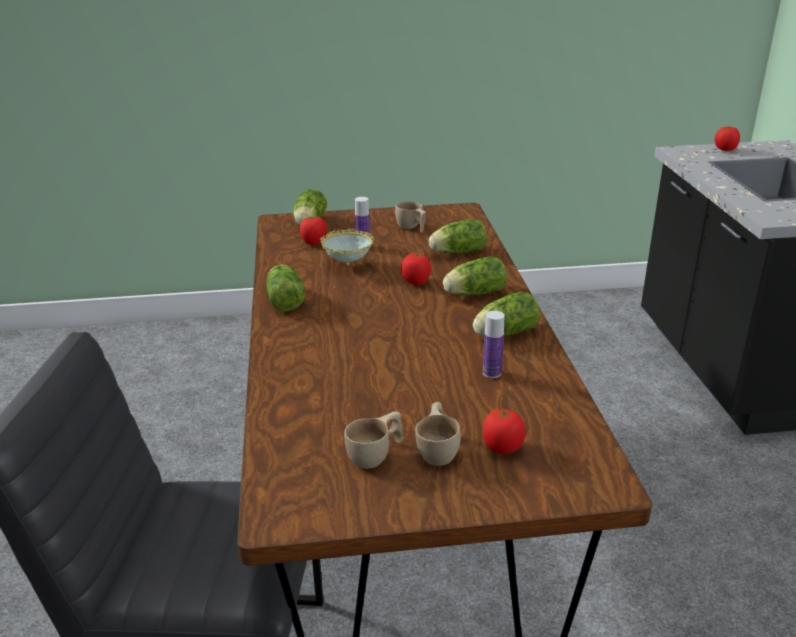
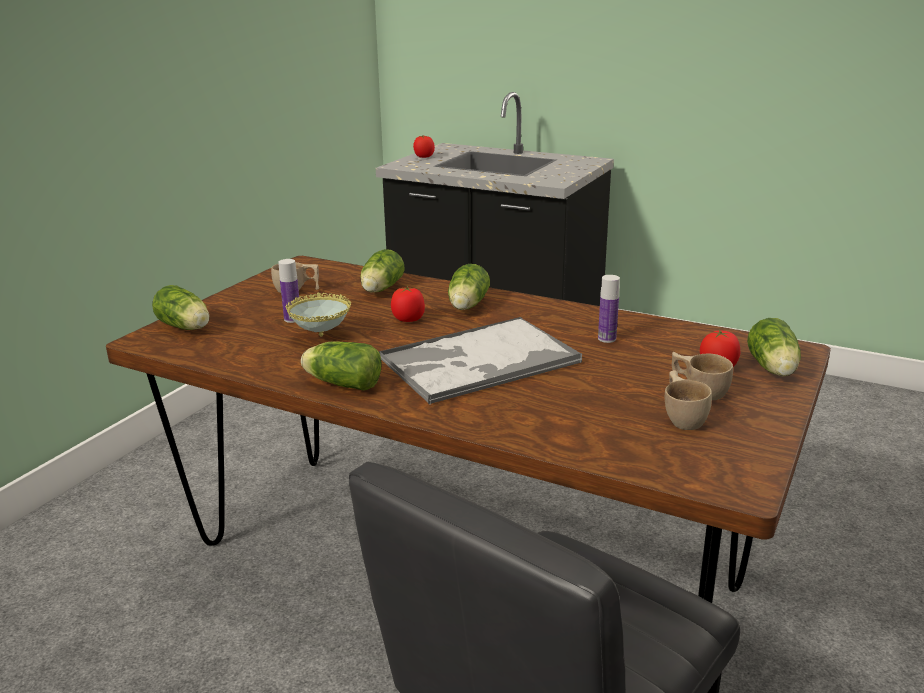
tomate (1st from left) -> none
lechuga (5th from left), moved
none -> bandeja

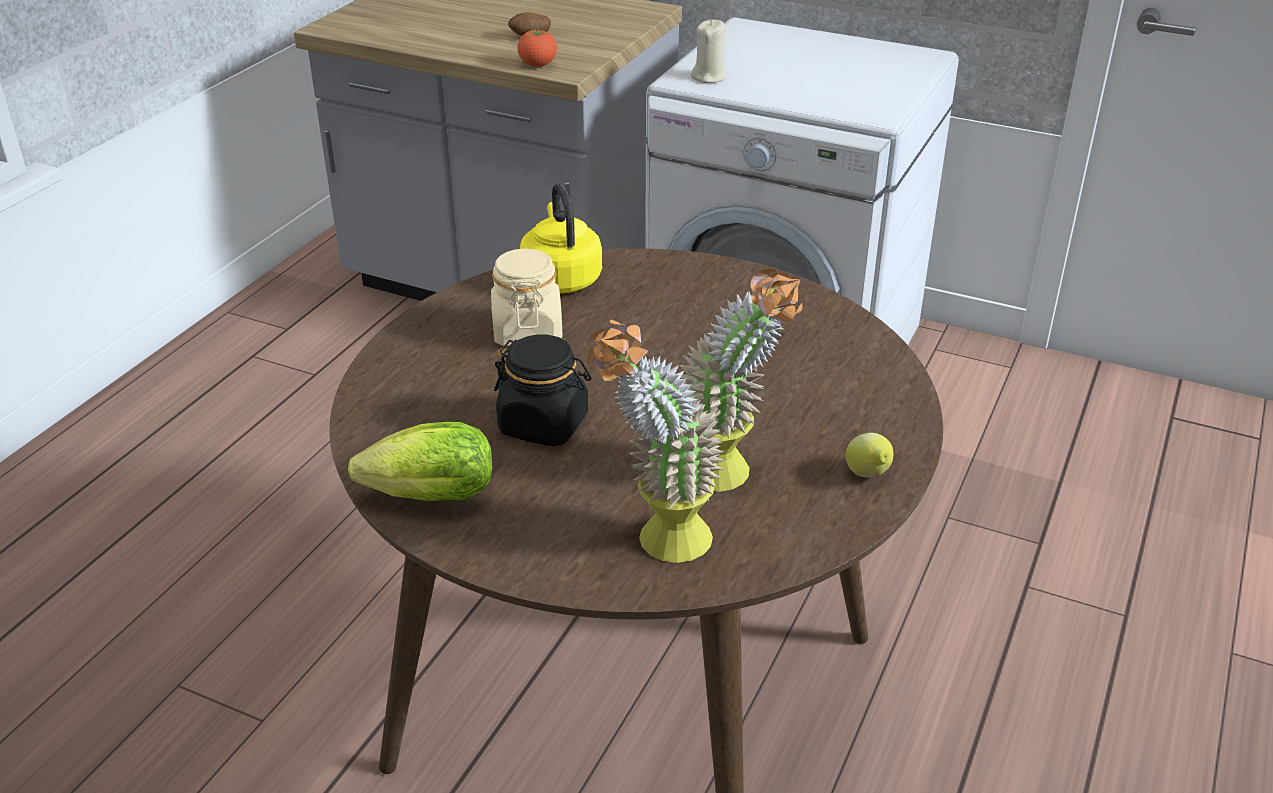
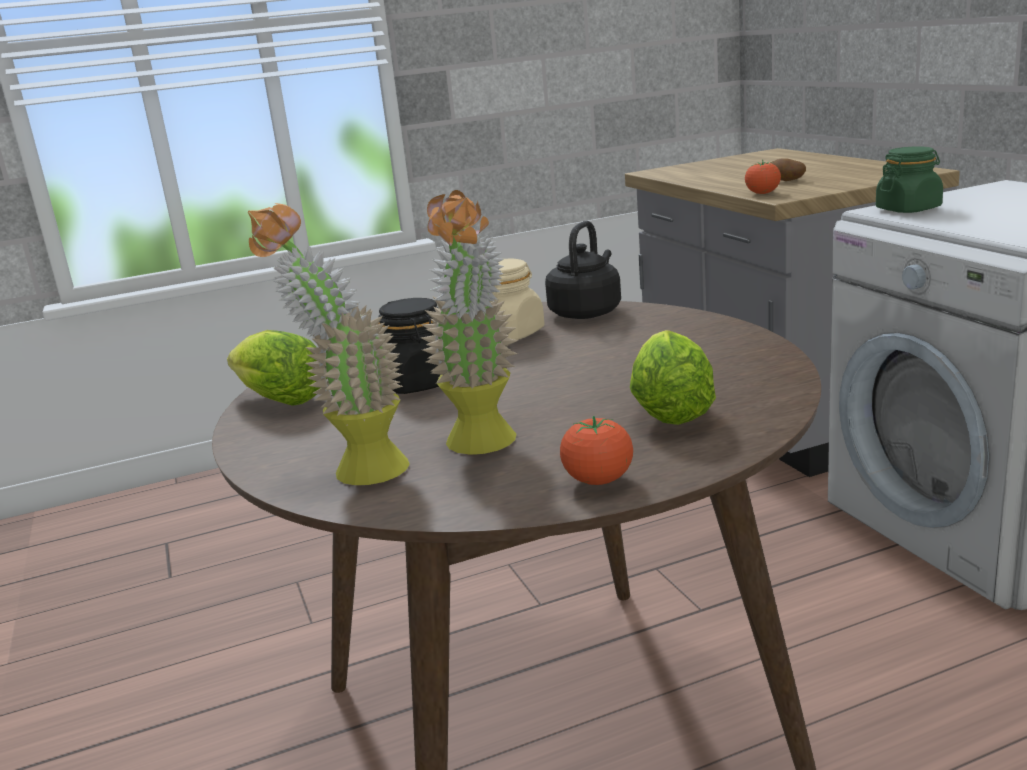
vela/beis -> tarro/verde
hervidor/amarillo -> hervidor/negro
limón -> tomate (1st from left)
none -> lechuga (2nd from left)

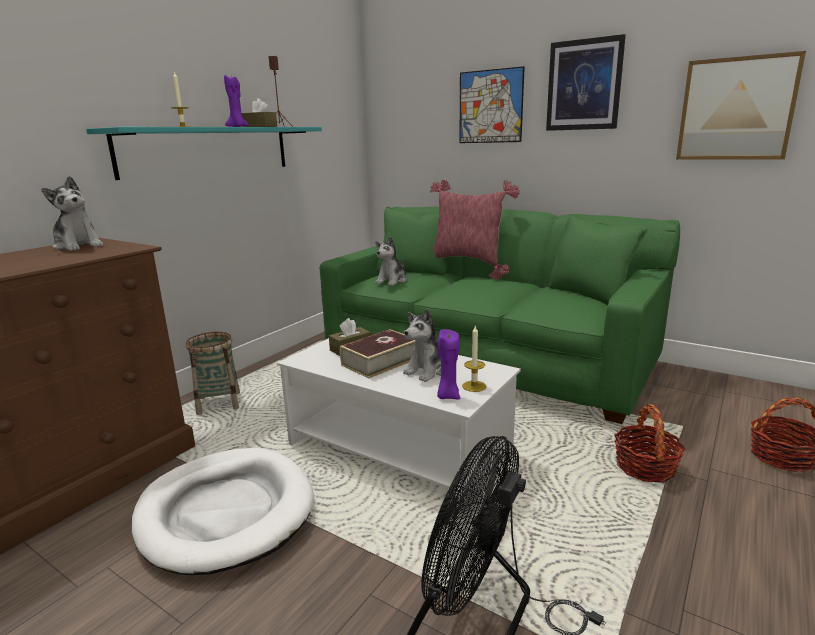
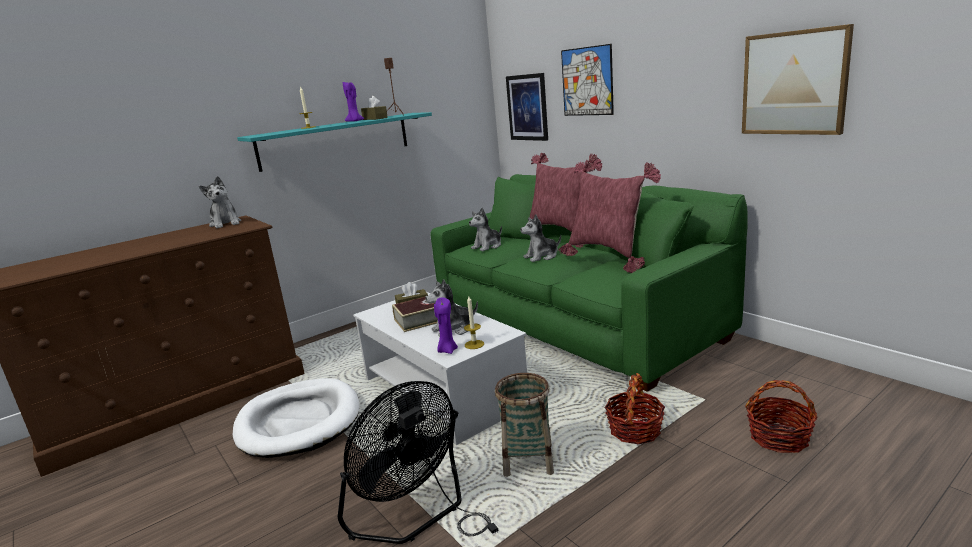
cuadro (2nd from left in the first image) -> cuadro (1st from left), moved
cesta (1st from left), moved
none -> cojín/rojo (2nd from left)
none -> peluche (4th from left)

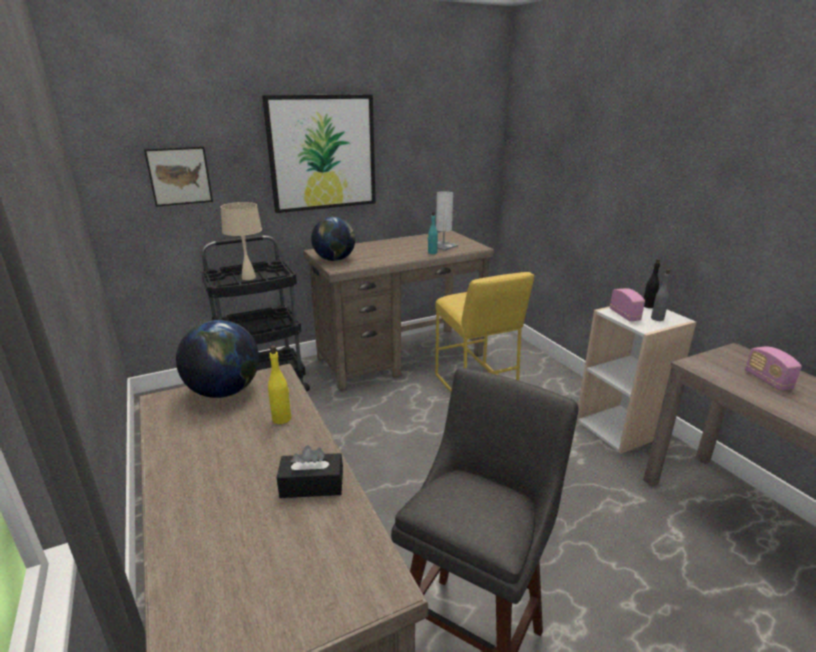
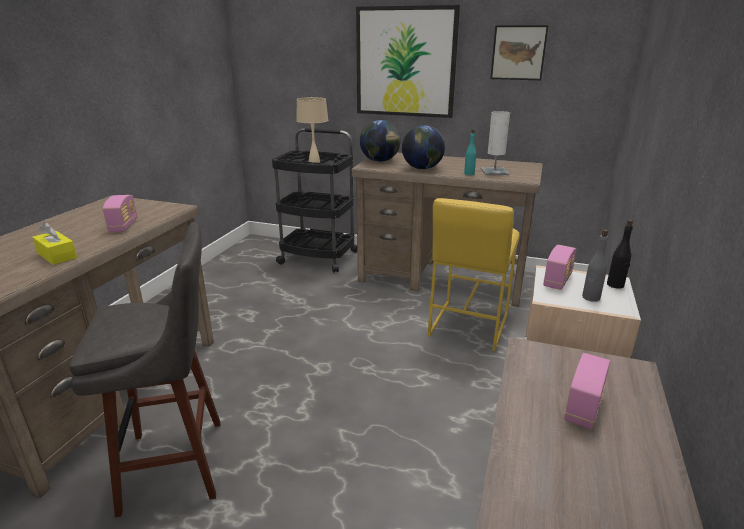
cuadro (1st from left in the first image) -> cuadro (2nd from left), moved
globo terráqueo (1st from left in the first image) -> globo terráqueo (2nd from left), moved
botella/amarillo -> radio (1st from left)
caja de pañuelos/negro -> caja de pañuelos/amarillo

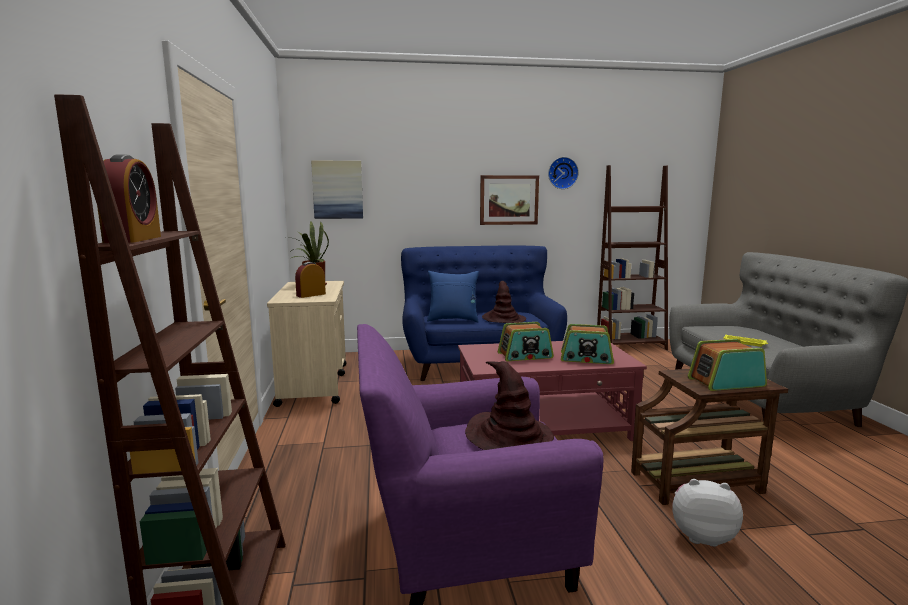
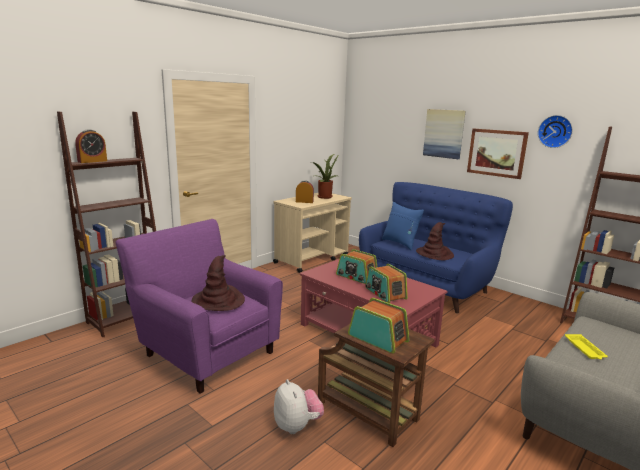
cuadro (1st from left), moved

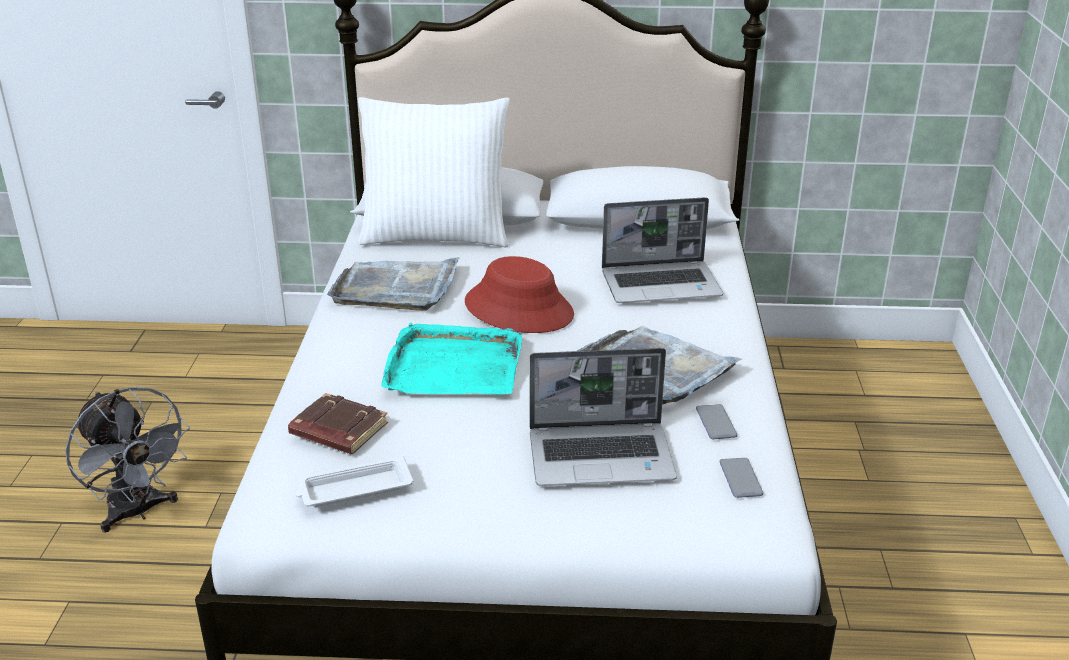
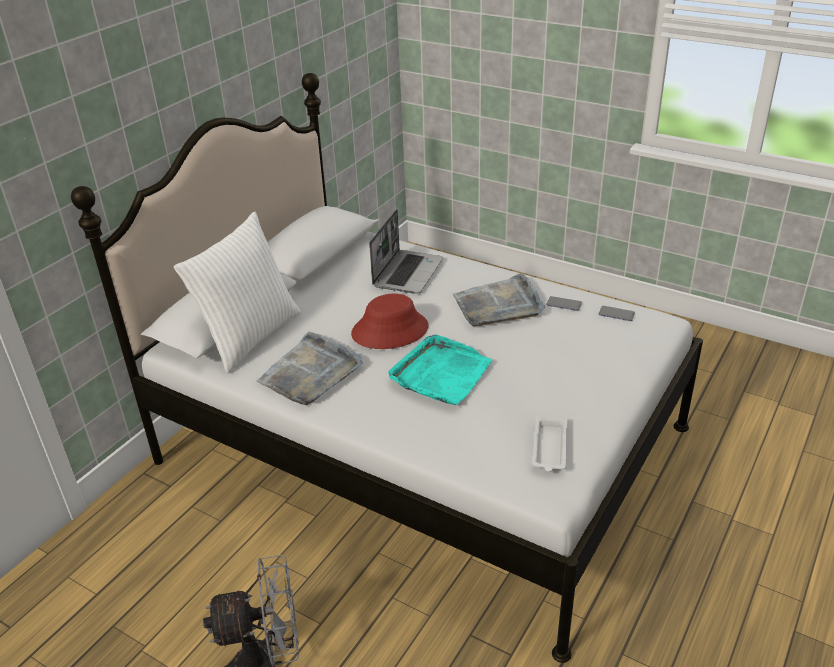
portátil (1st from left) -> none
libro/marrón -> none

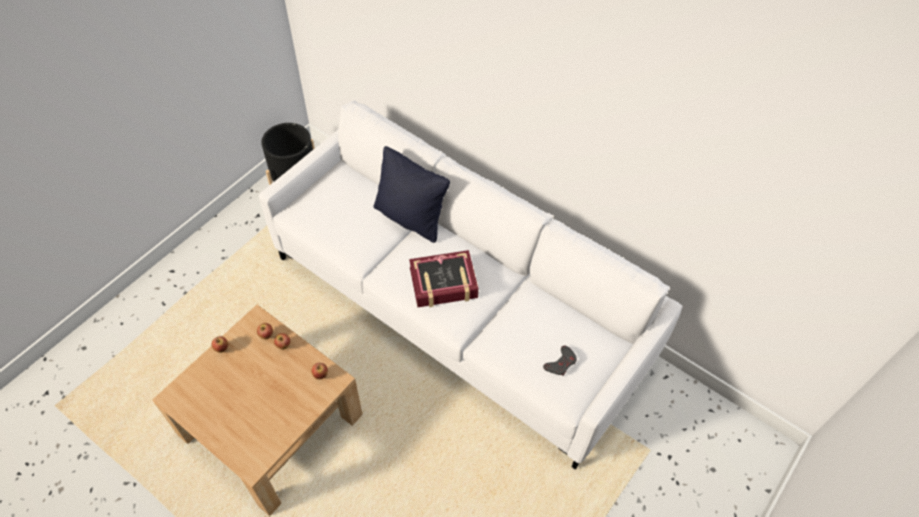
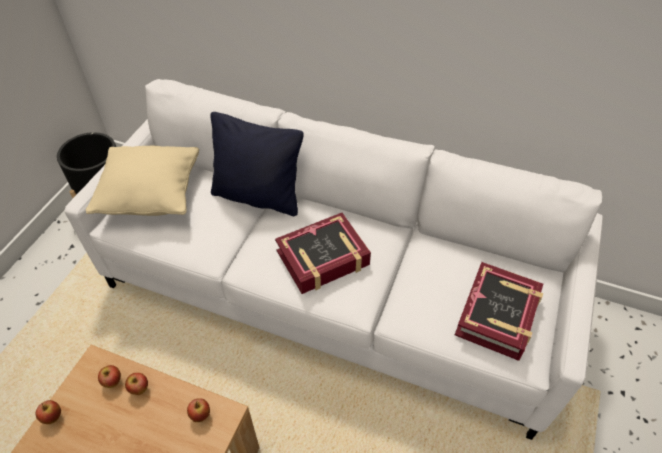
mando de consola/gris -> libro (2nd from left)
none -> cojín/beis

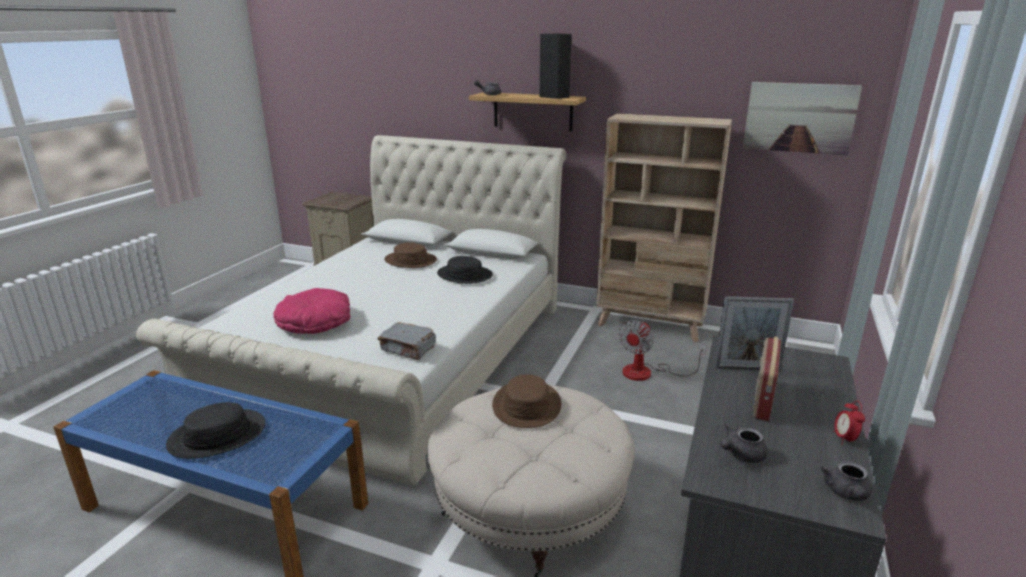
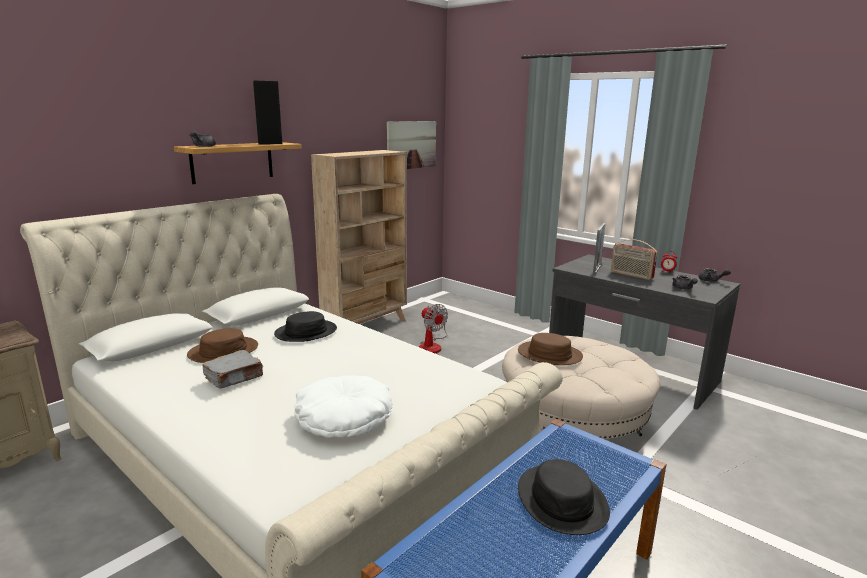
cojín/rosa -> cojín/blanco
libro/gris, moved

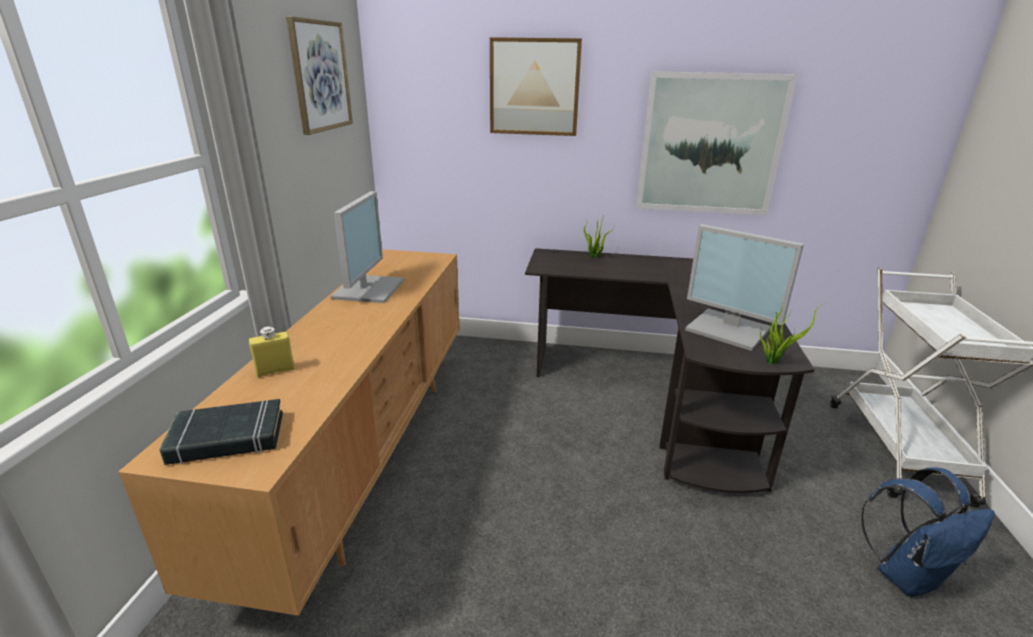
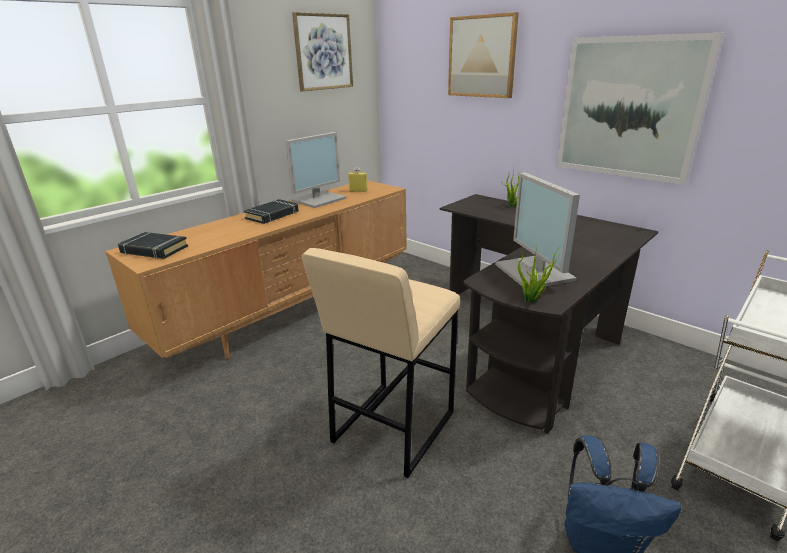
botella/amarillo, moved
none -> libro/negro (2nd from left)
none -> taburete/beis

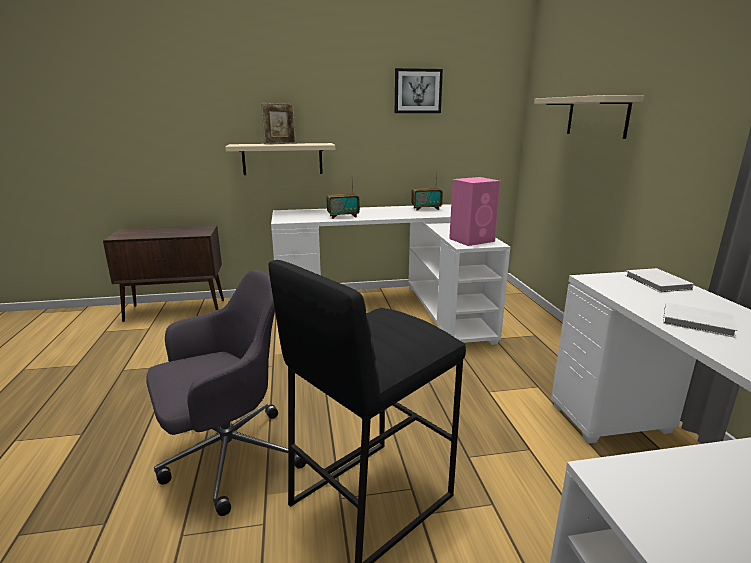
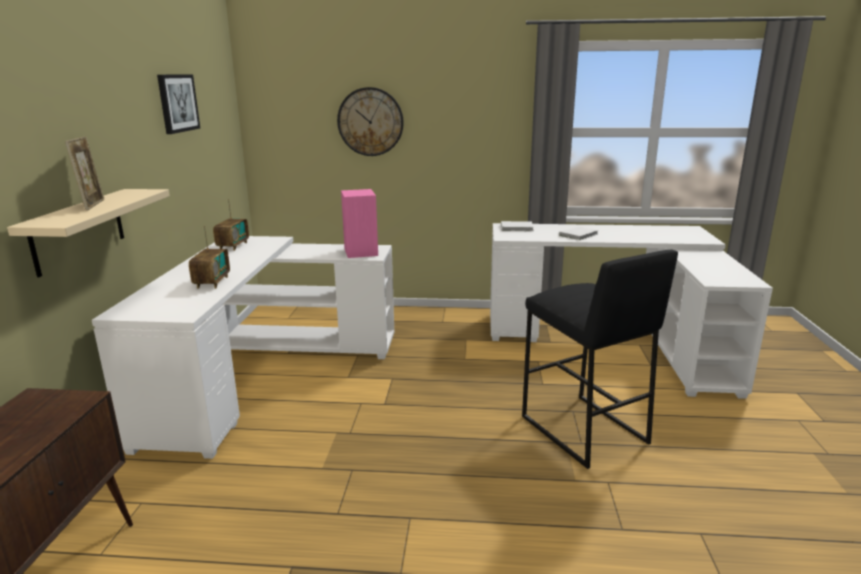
estante/beis (2nd from left) -> reloj de pared
silla de oficina/gris -> none

